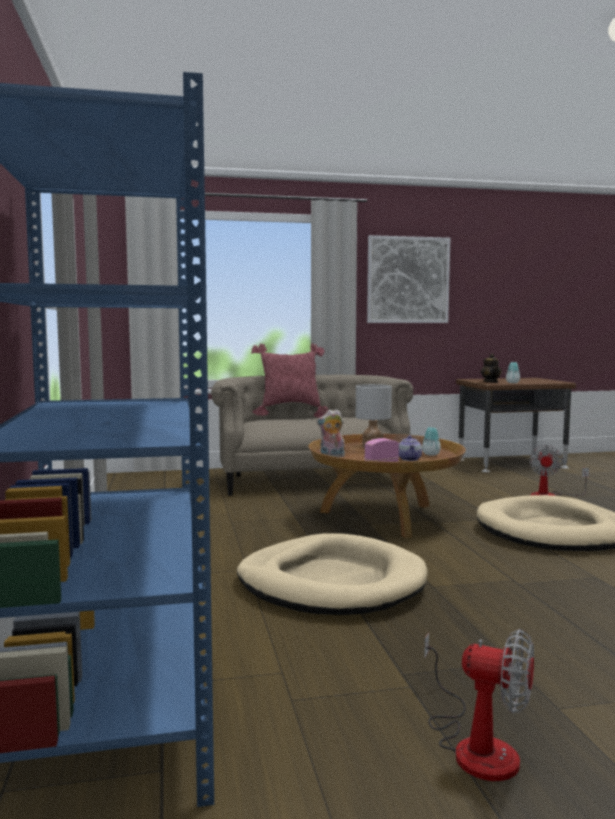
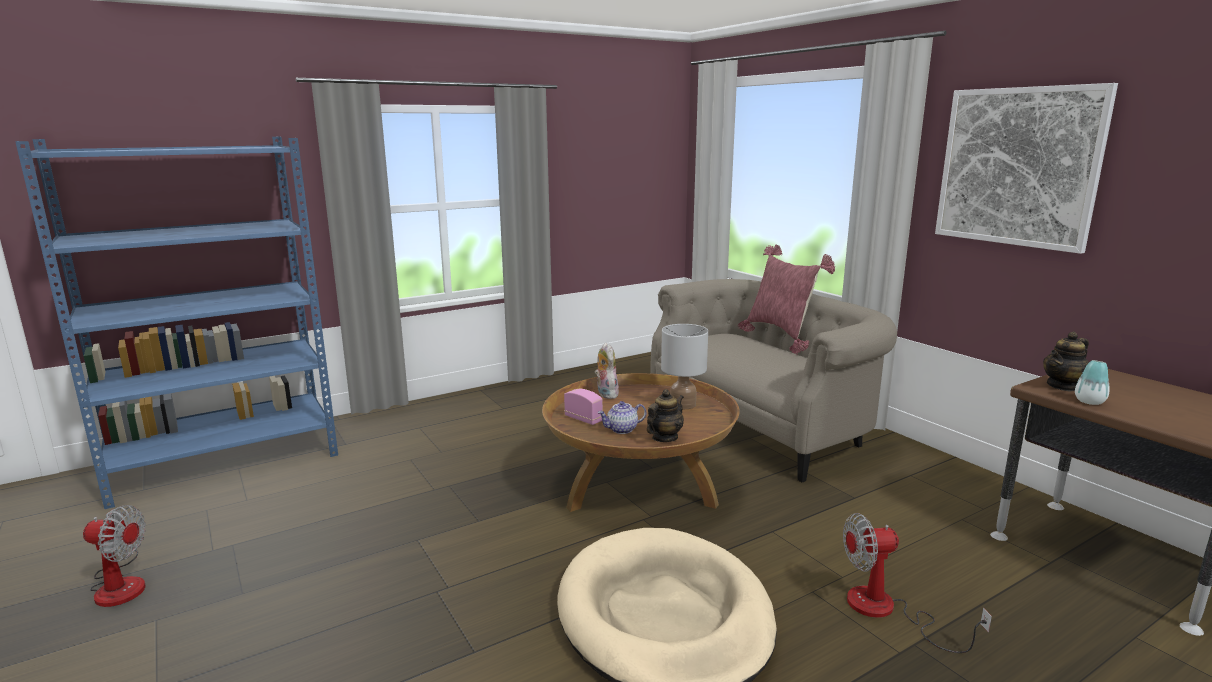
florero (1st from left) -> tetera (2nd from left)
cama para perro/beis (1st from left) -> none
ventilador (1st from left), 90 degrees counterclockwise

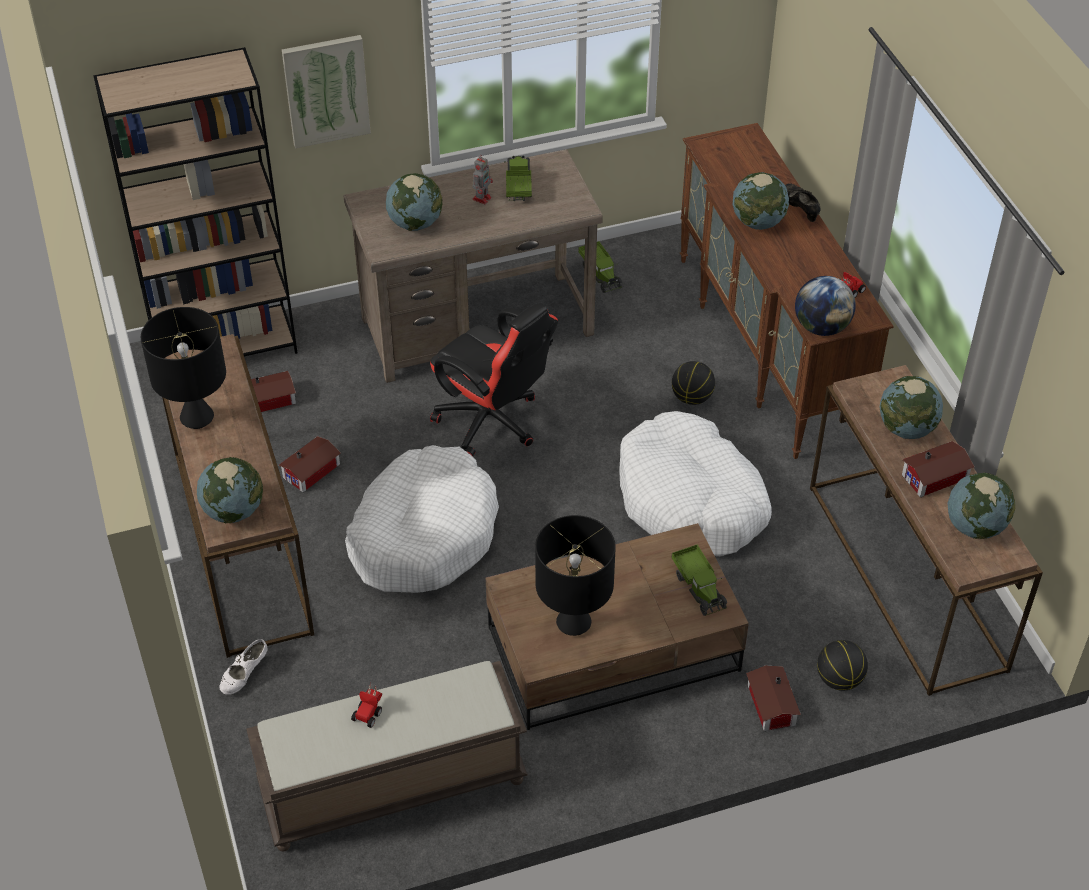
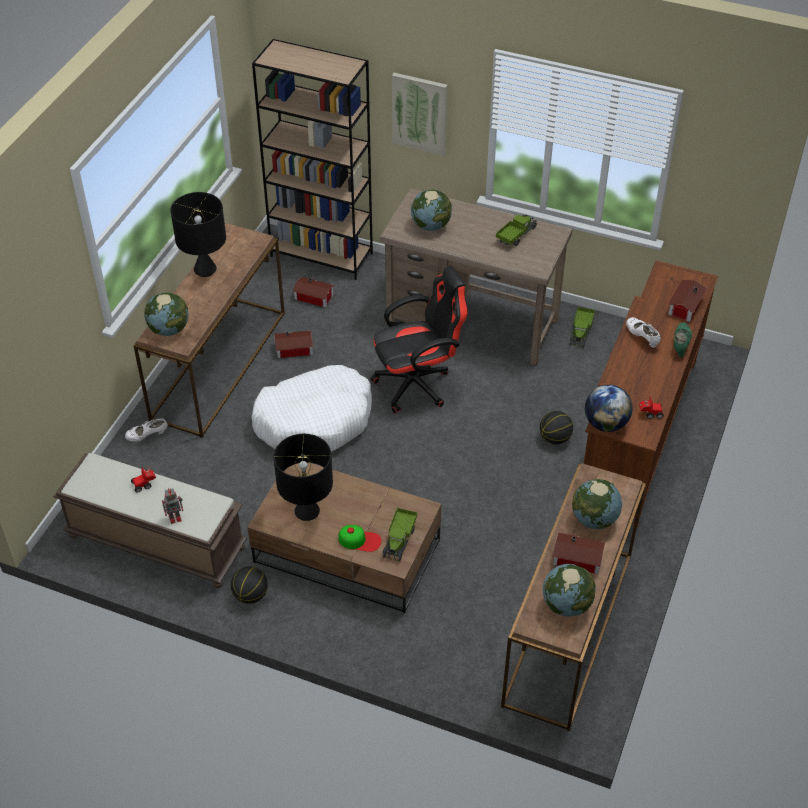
robot de juguete, moved
globo terráqueo (3rd from left) -> zapato/blanco (2nd from left)
zapato/negro -> zapato/verde
silla de oficina/negro, 105 degrees counterclockwise
cama para perro/blanco (2nd from left) -> none
balón de baloncesto (2nd from left in the first image) -> balón de baloncesto (1st from left), moved
casita (3rd from left in the first image) -> casita (4th from left), moved
none -> gorra

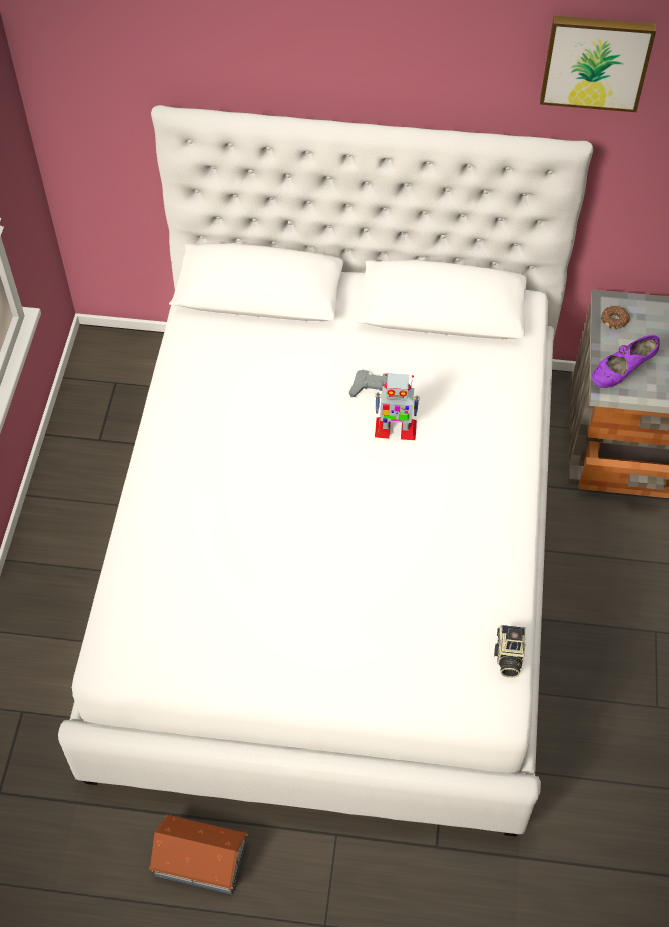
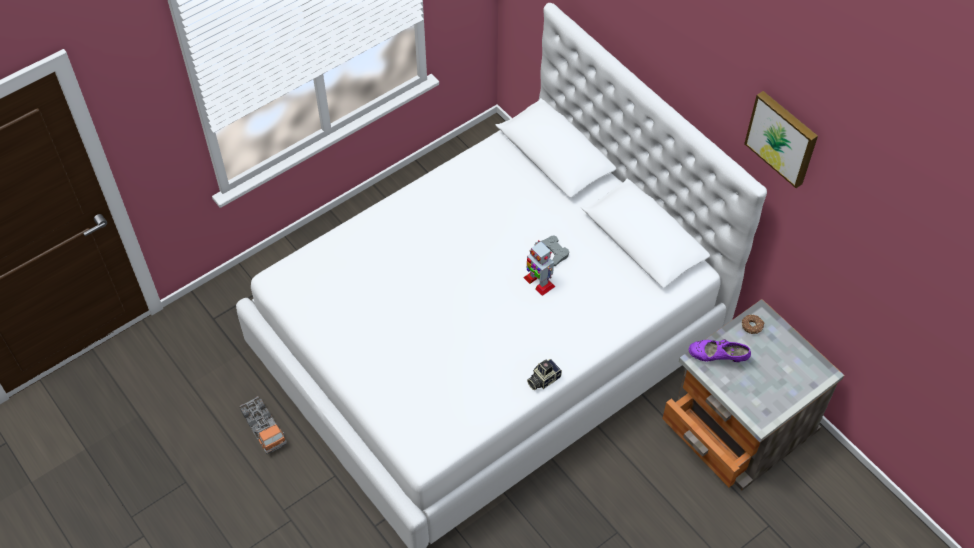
cámara, moved
casita -> camión de juguete

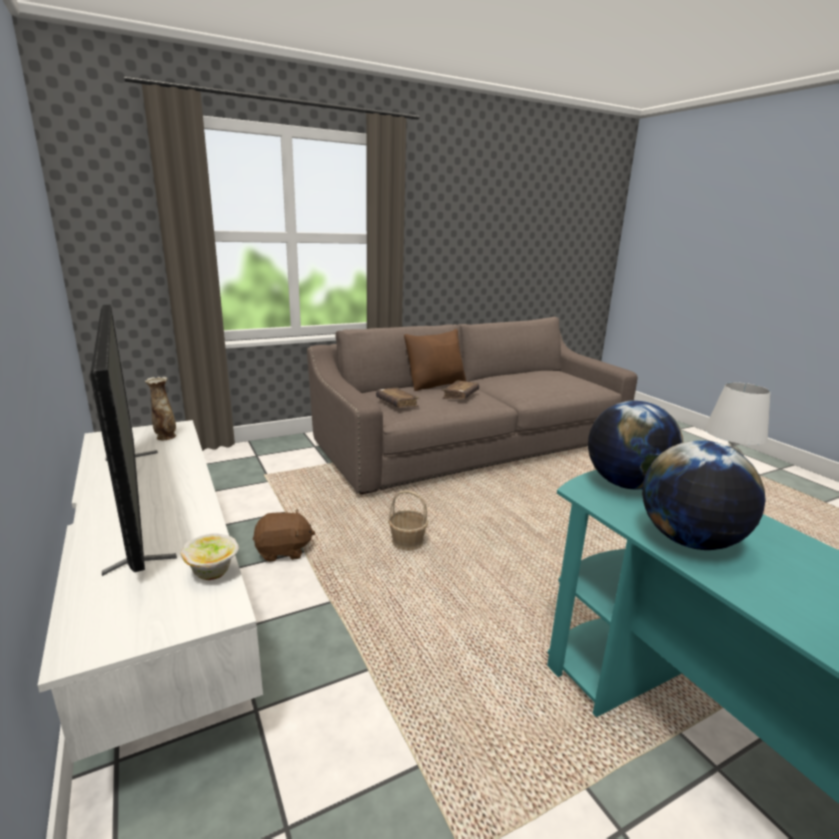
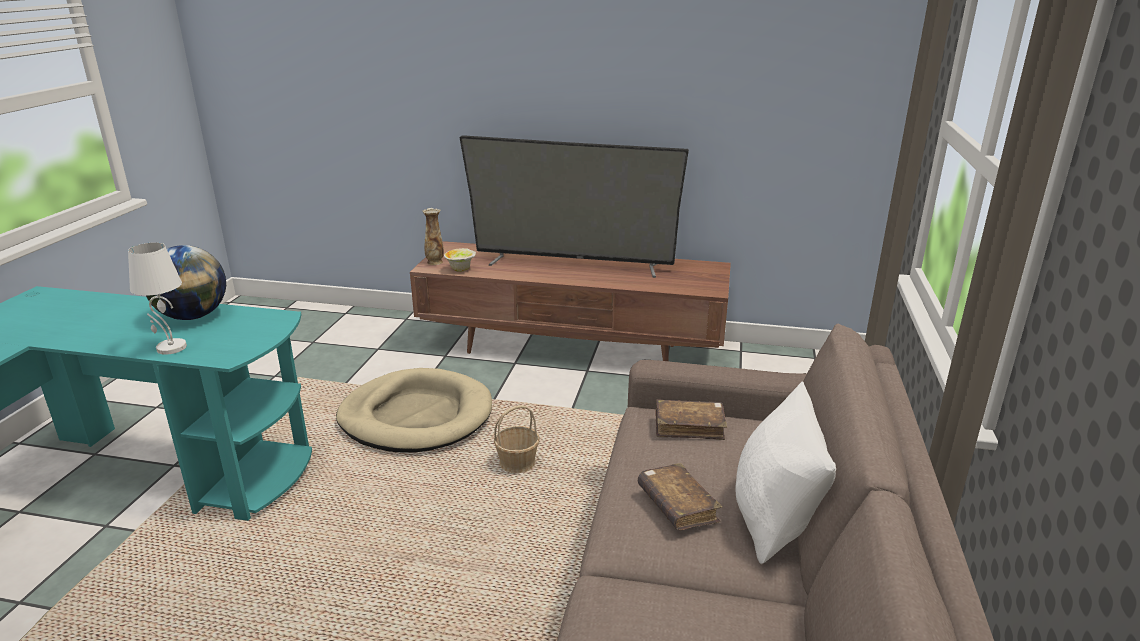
cojín/marrón -> cojín/blanco
florero, moved
globo terráqueo (1st from left) -> none
mueble de televisión/blanco -> mueble de televisión/marrón
peluche/marrón -> none
none -> cama para perro/beis

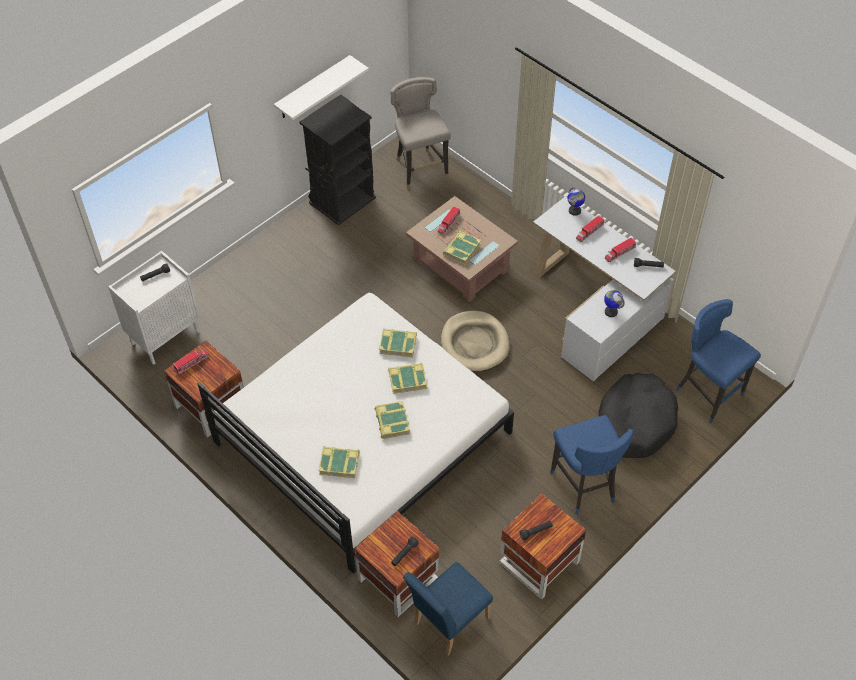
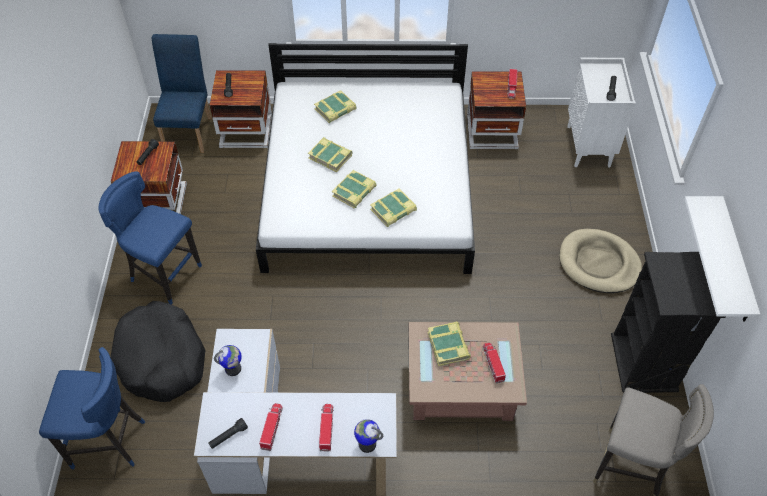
cama para perro/beis, moved

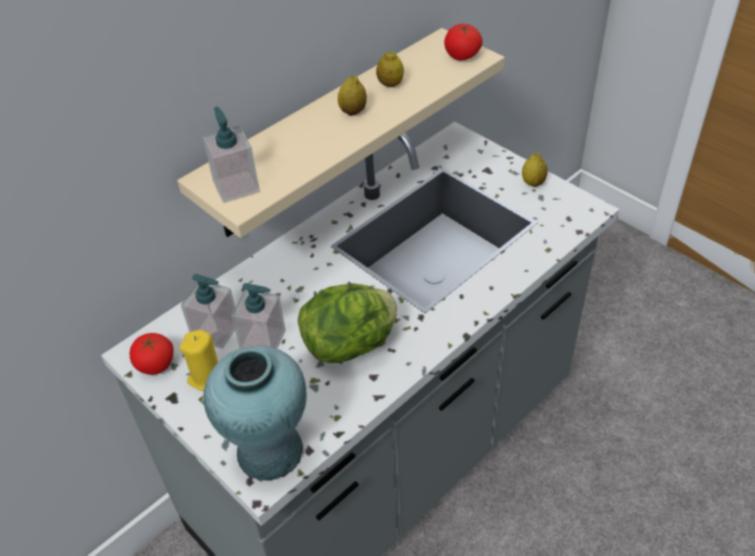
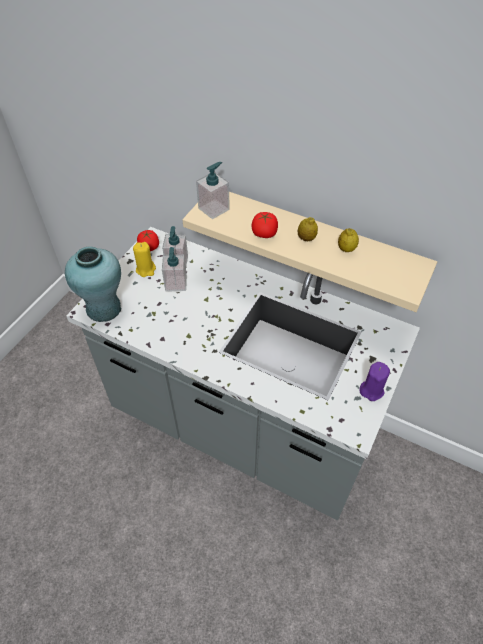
tomate (2nd from left), moved
limón (3rd from left) -> vela/morado
lechuga -> none

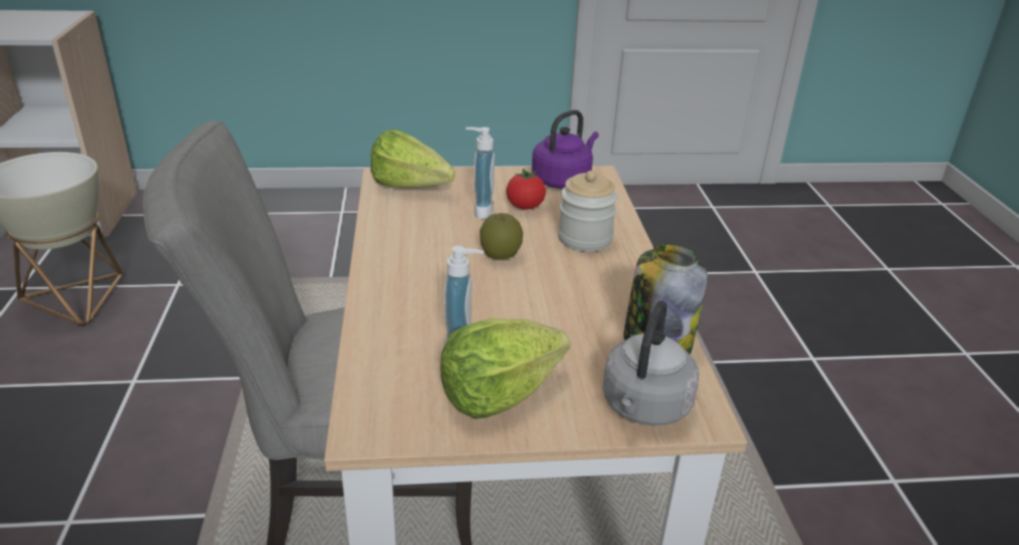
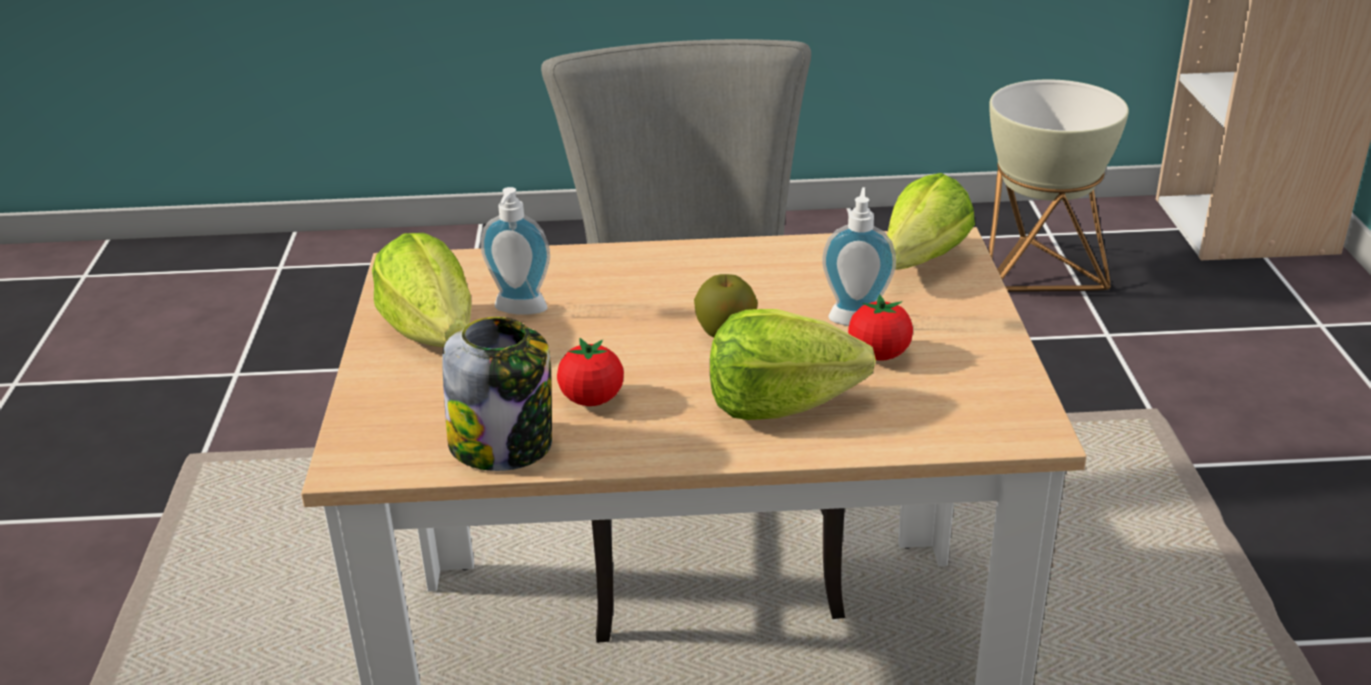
hervidor/morado -> none
tarro (1st from left) -> lechuga (2nd from left)
hervidor/gris -> none
none -> tomate (1st from left)

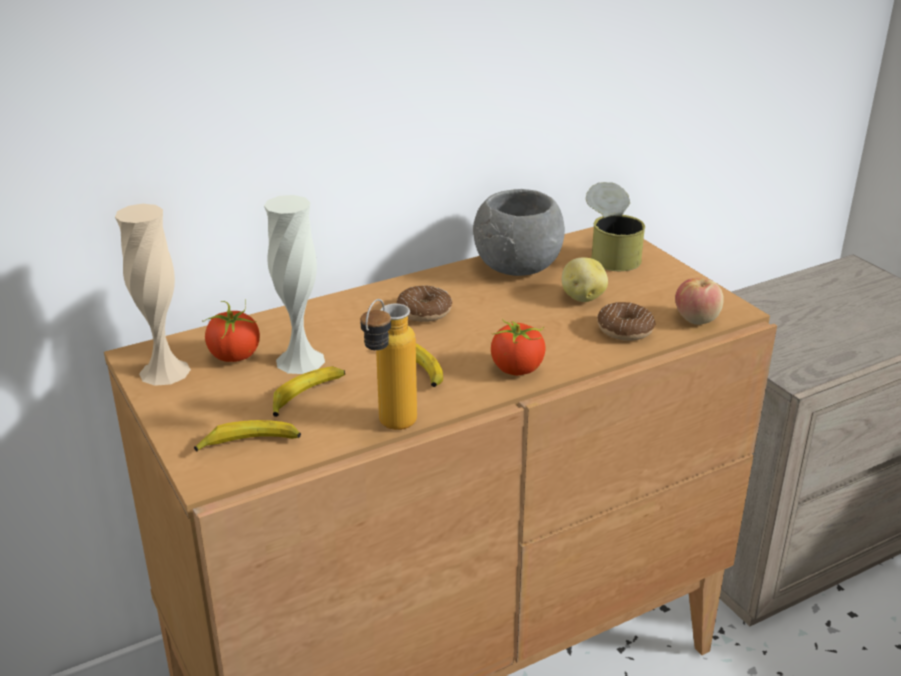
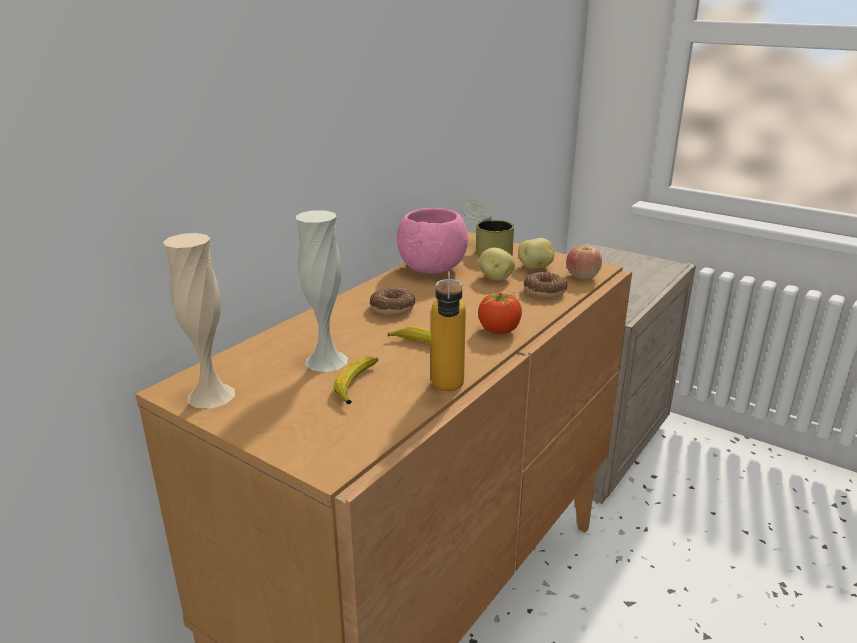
cuenco/gris -> cuenco/rosa
tomate (1st from left) -> none
plátano (1st from left) -> none
none -> patata (2nd from left)

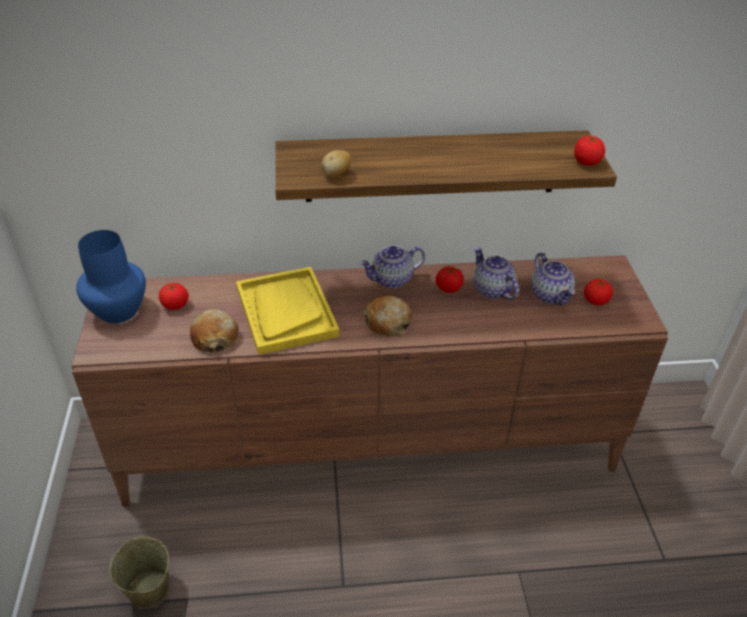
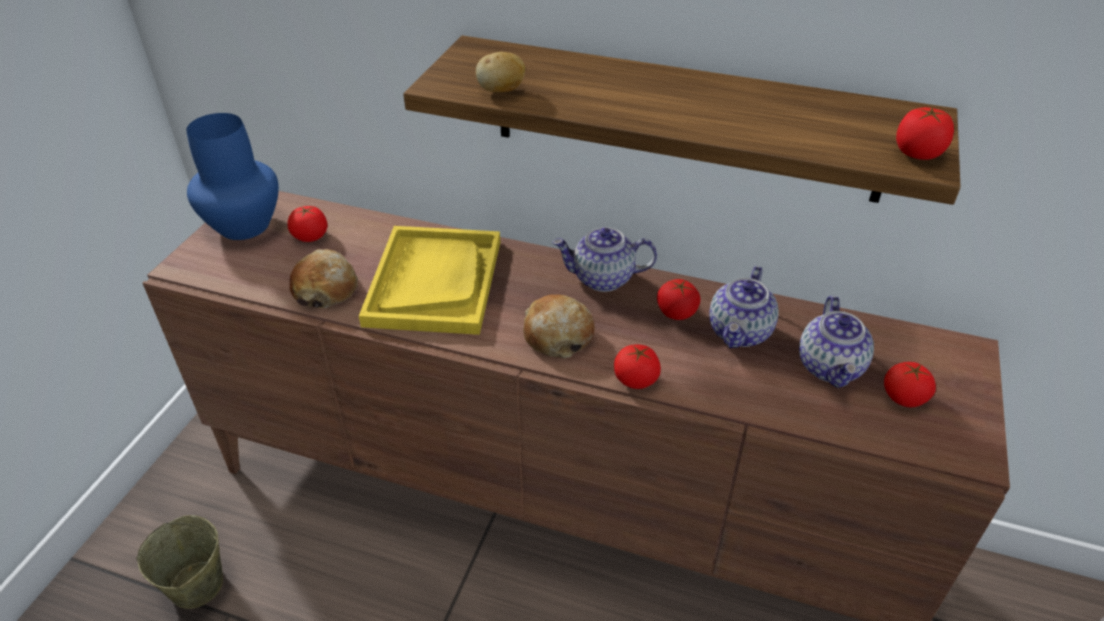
tetera (2nd from left), 150 degrees counterclockwise
none -> tomate (2nd from left)

